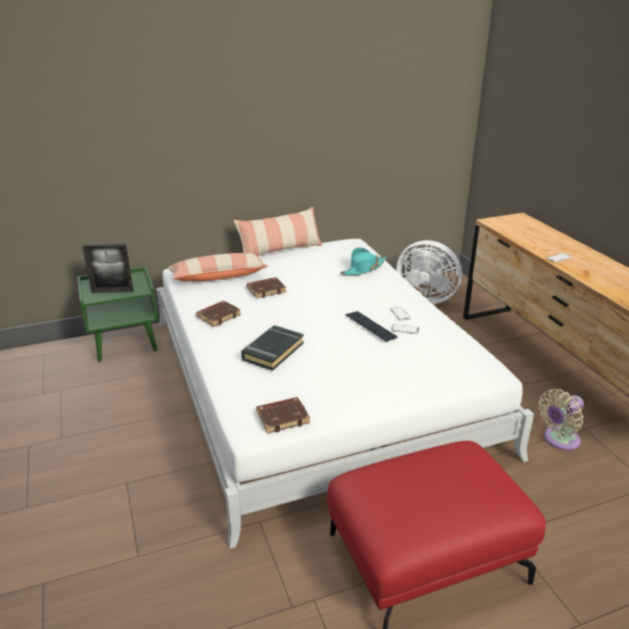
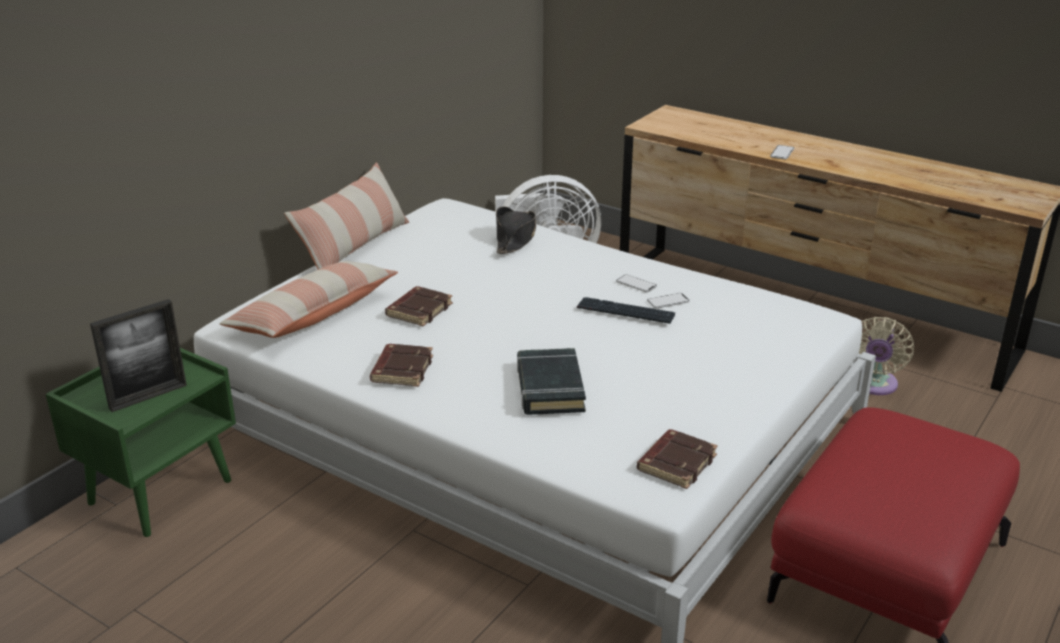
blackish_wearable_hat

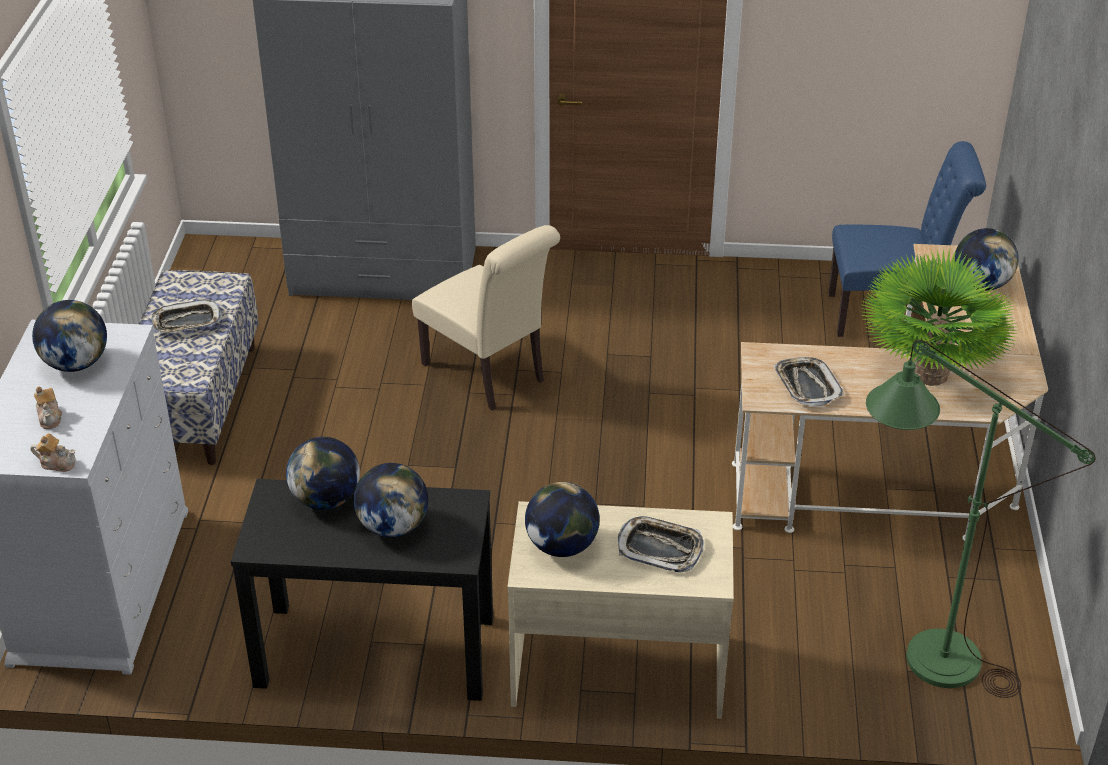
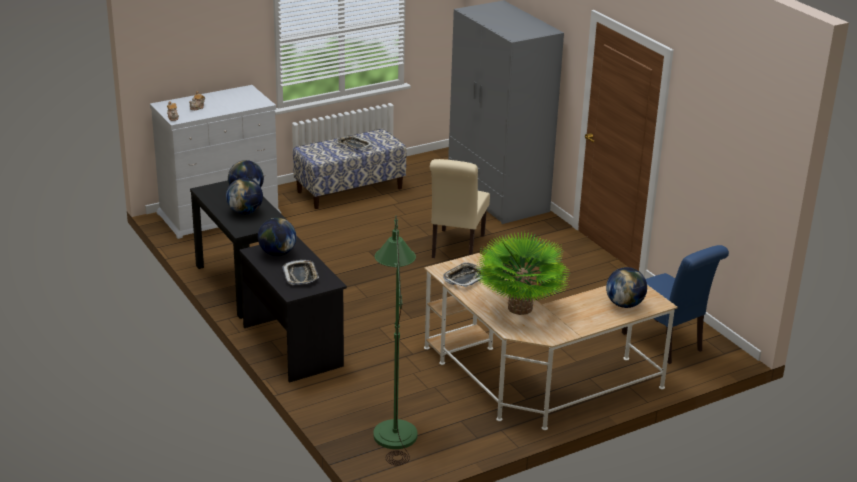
world_globe (no. 1 from left in the first image)
blackish_desk_unit

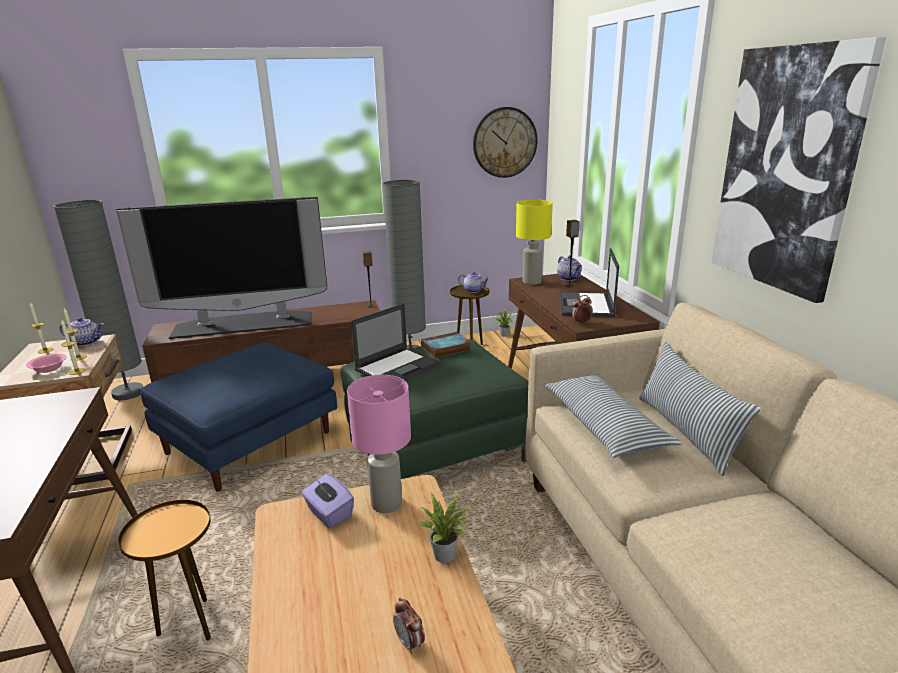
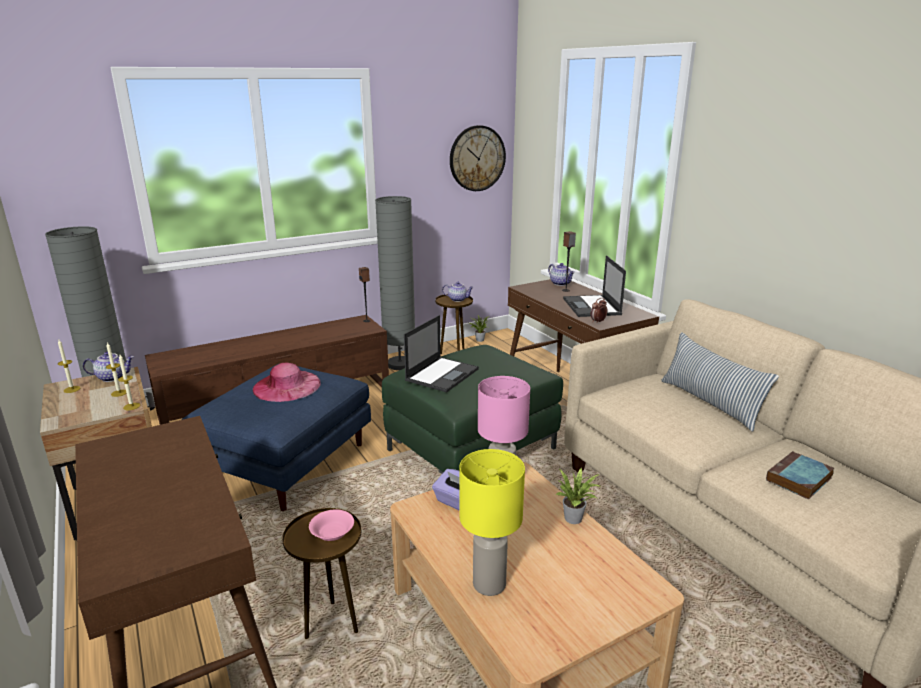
wall_art
TV
yellow_table_lamp
bound_book
pink-coloured_serving_bowl
pillow (no. 1 from left in the first image)
bedside_clock (no. 1 from left in the first image)
pink-coloured_wearable_hat

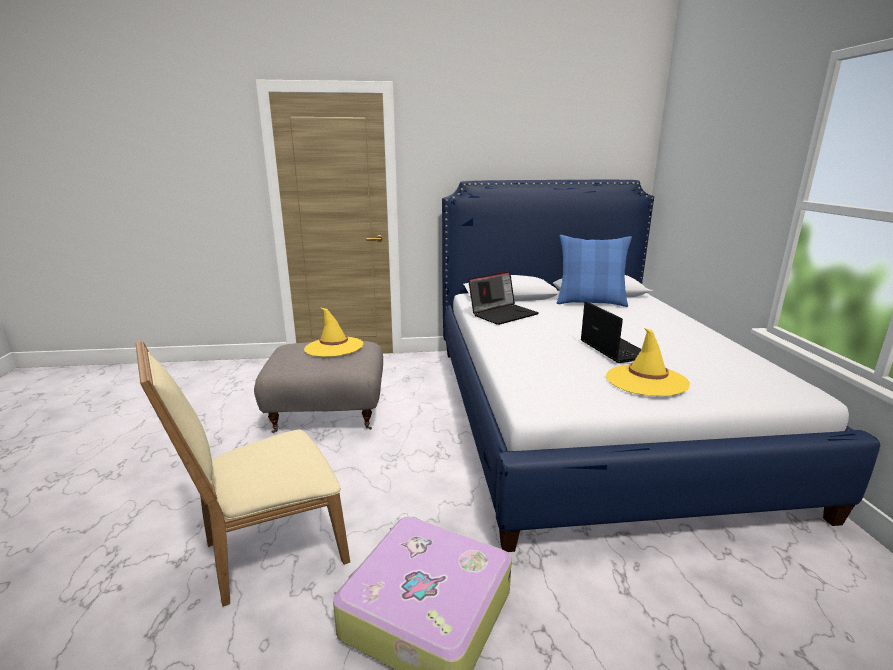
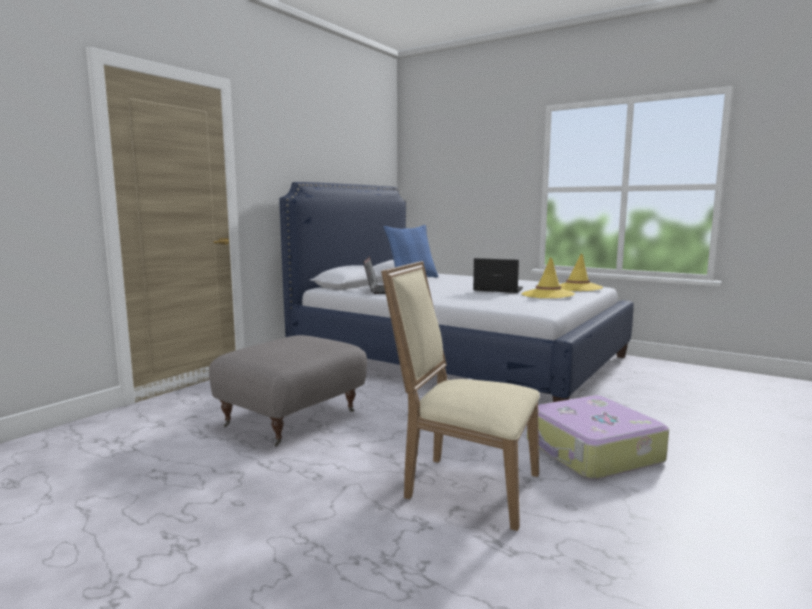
yellow_wearable_hat (no. 2 from left)
beige-coloured_plain_chair

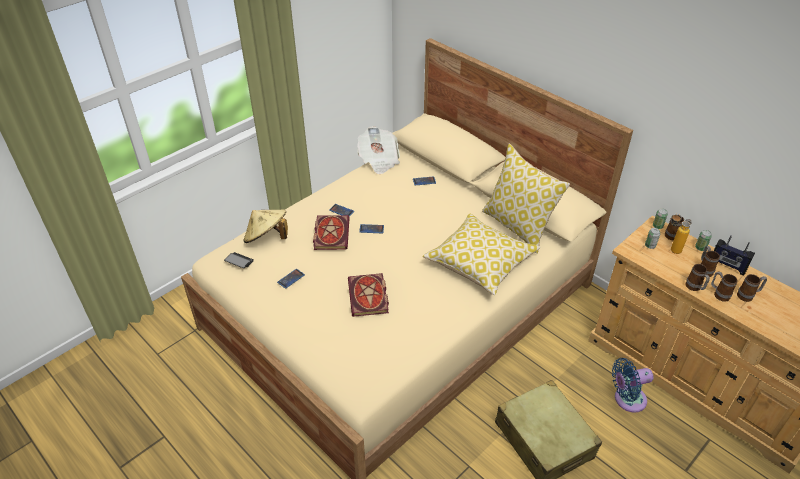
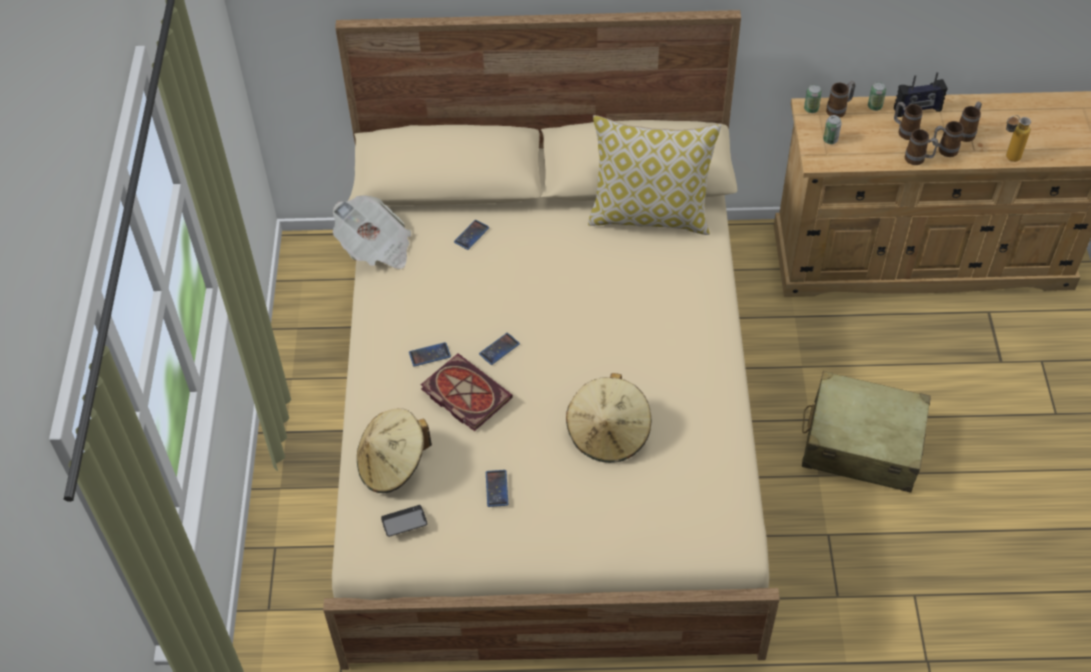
pillow (no. 1 from left in the first image)
beverage_bottle
beige-coloured_wearable_hat (no. 2 from left)
blue_cooling_fan

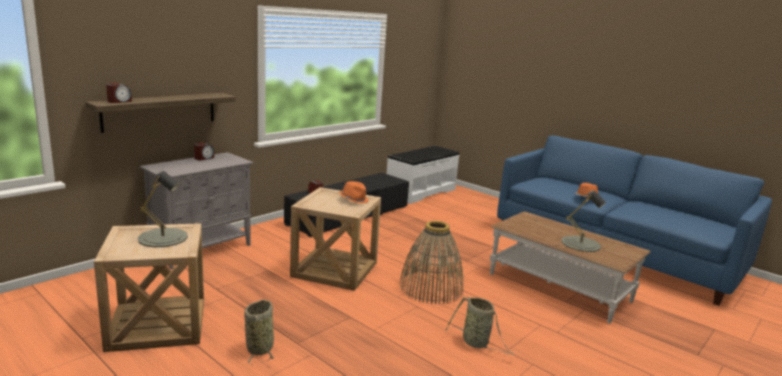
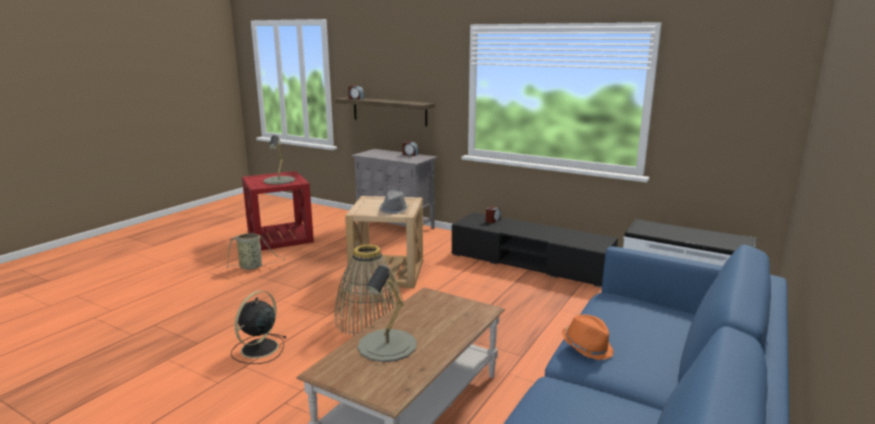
greyish_wearable_hat
reddish_end_table
blackish_cooling_fan

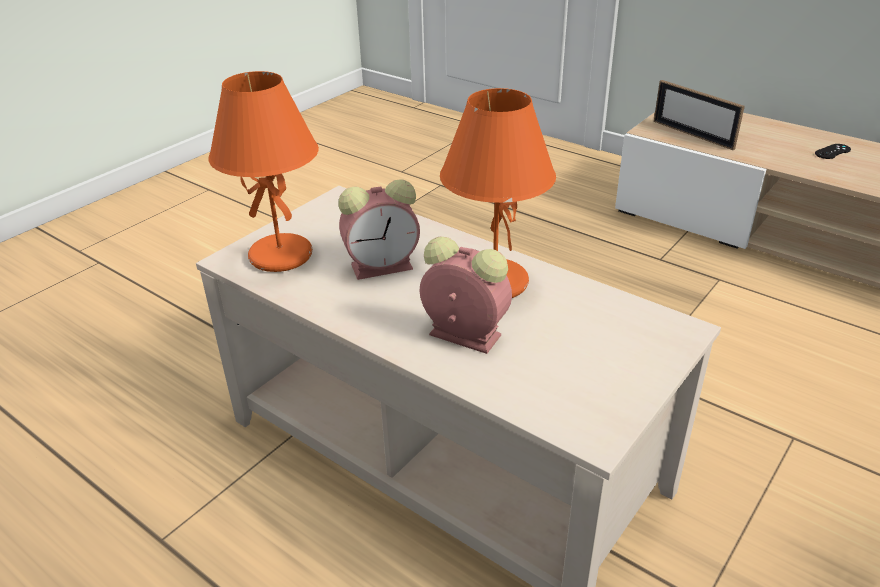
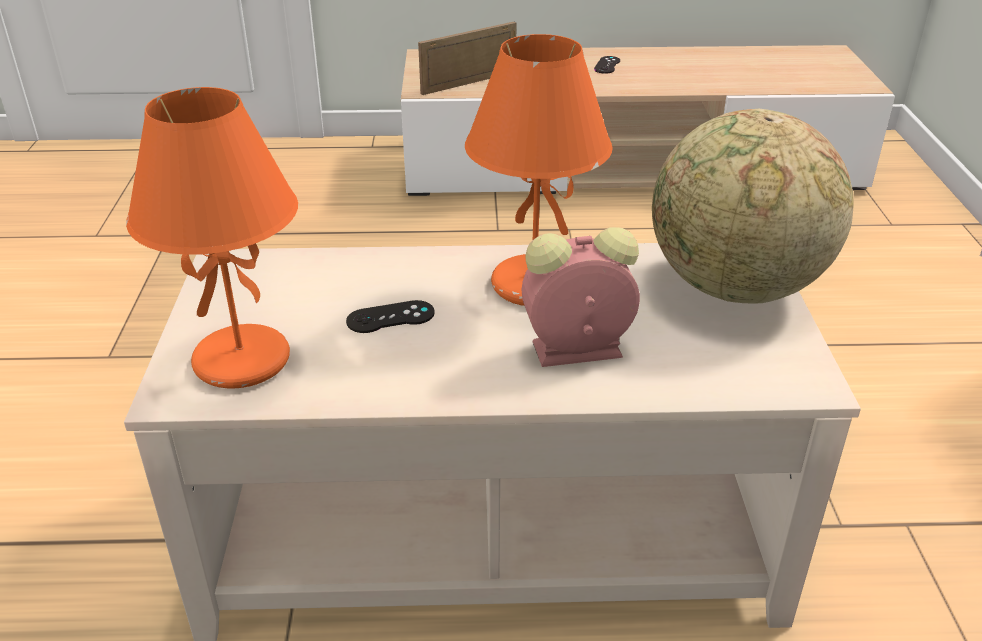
photo_frame
blackish_gamepad (no. 1 from left)
world_globe

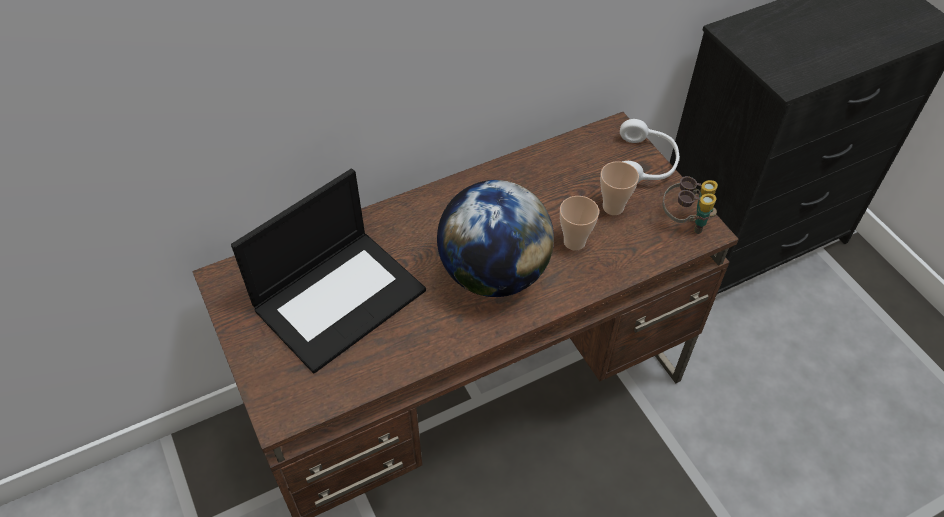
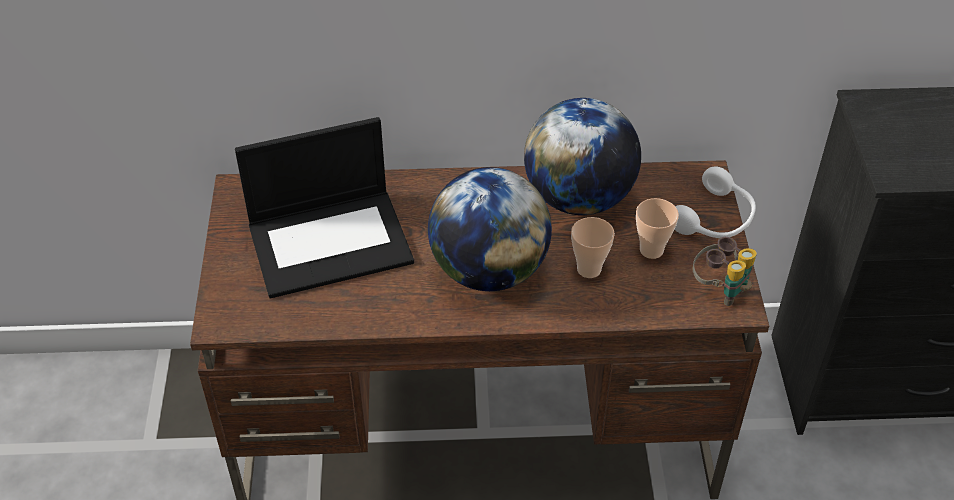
world_globe (no. 2 from left)

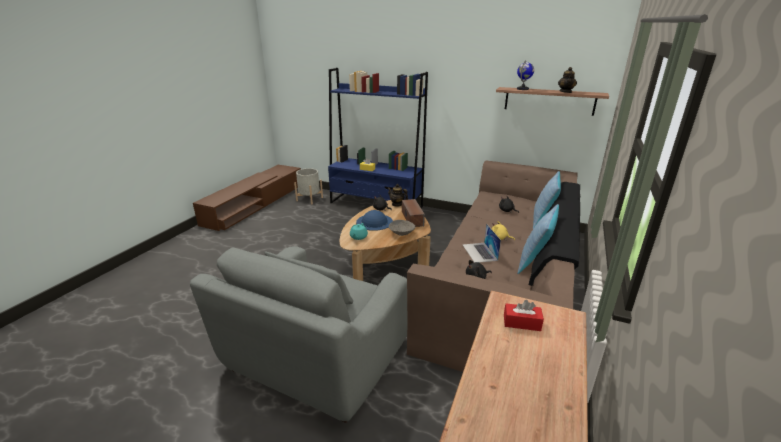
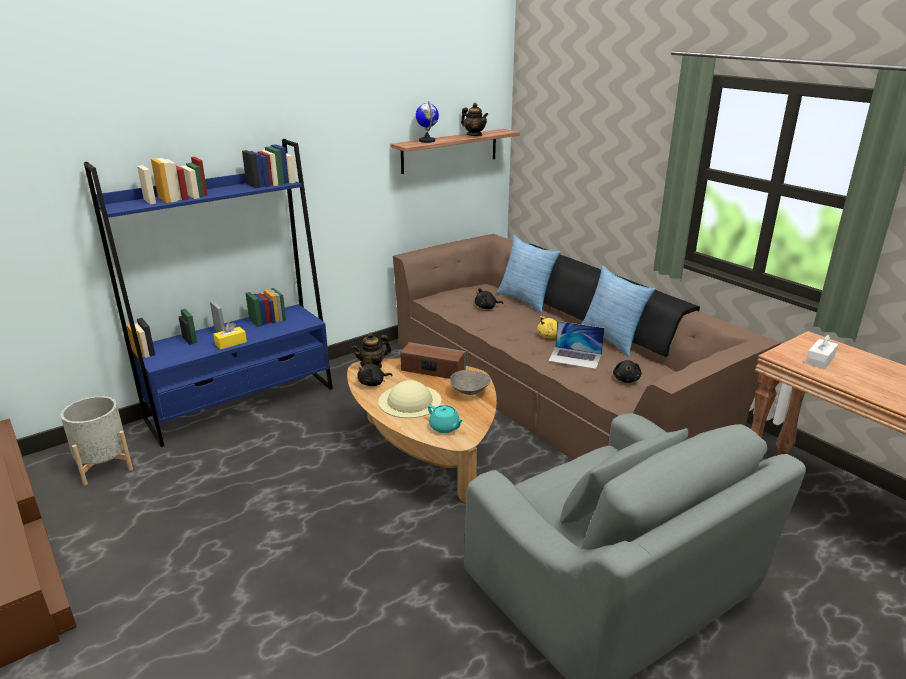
beige-coloured_wearable_hat
whitish_tissue_box

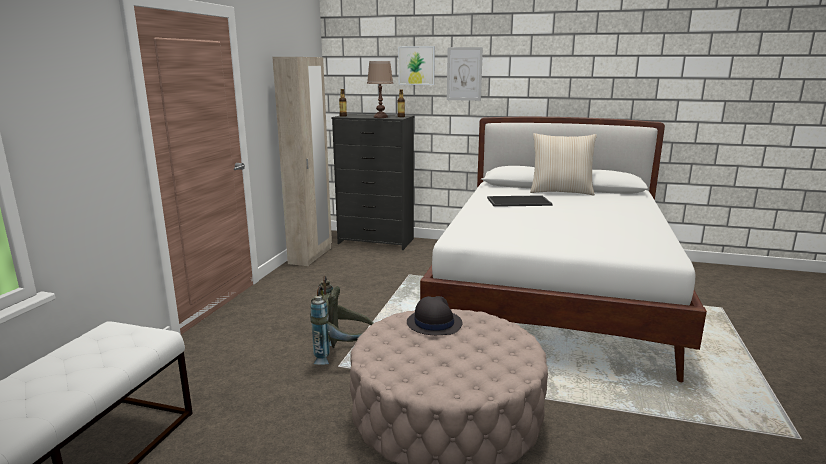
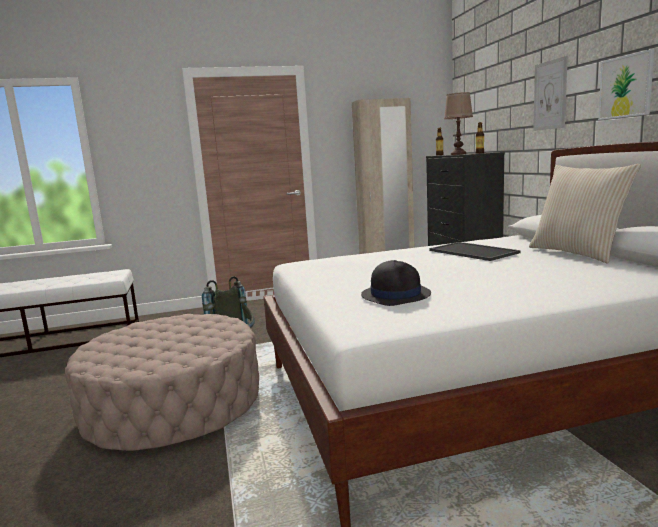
wall_art (no. 2 from left)
blackish_wearable_hat

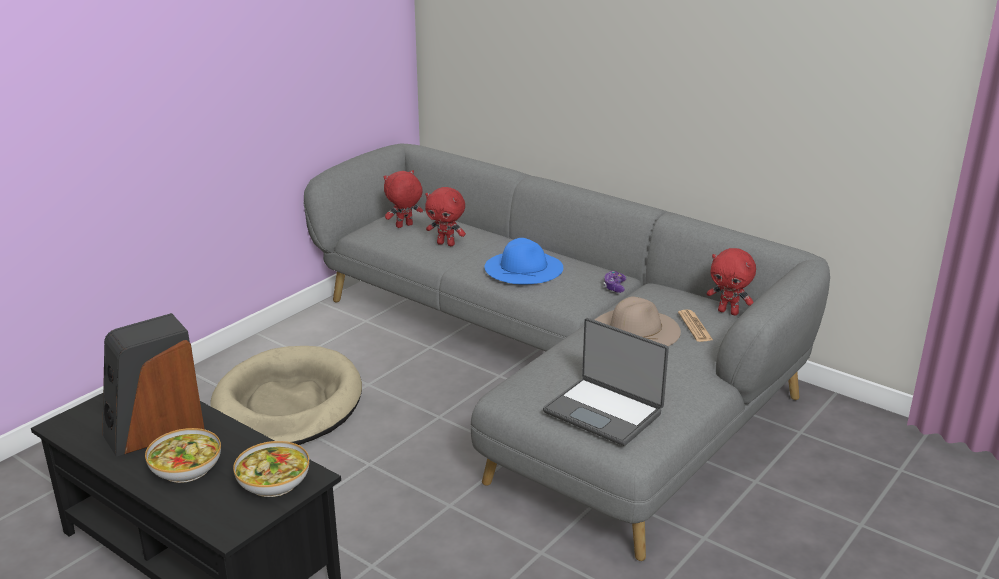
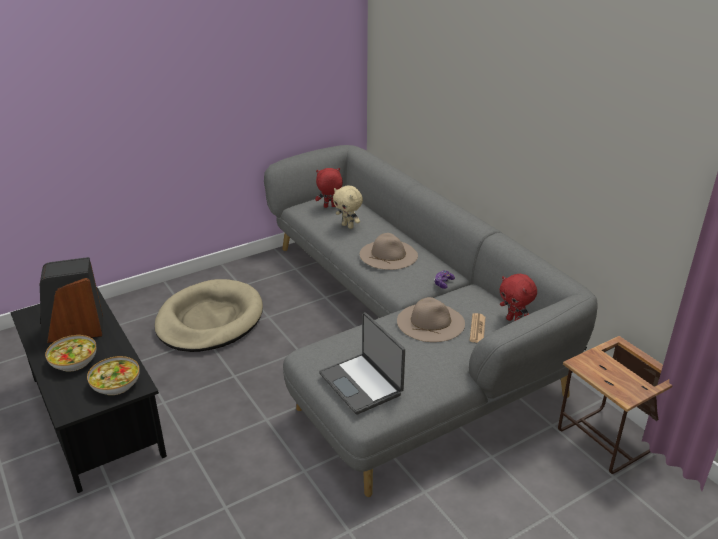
beige-coloured_plush_toy
beige-coloured_wearable_hat (no. 1 from left)
end_table

